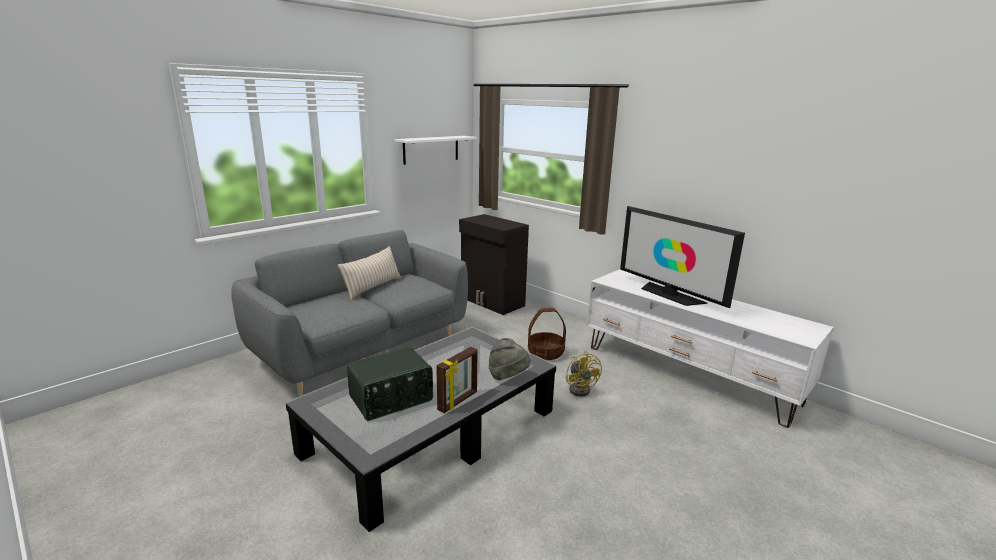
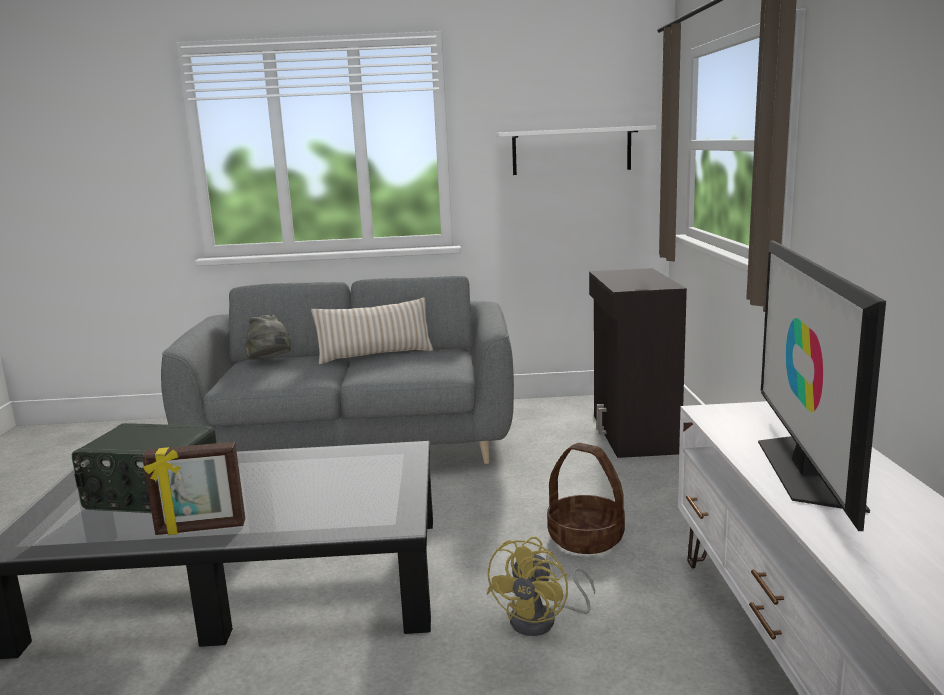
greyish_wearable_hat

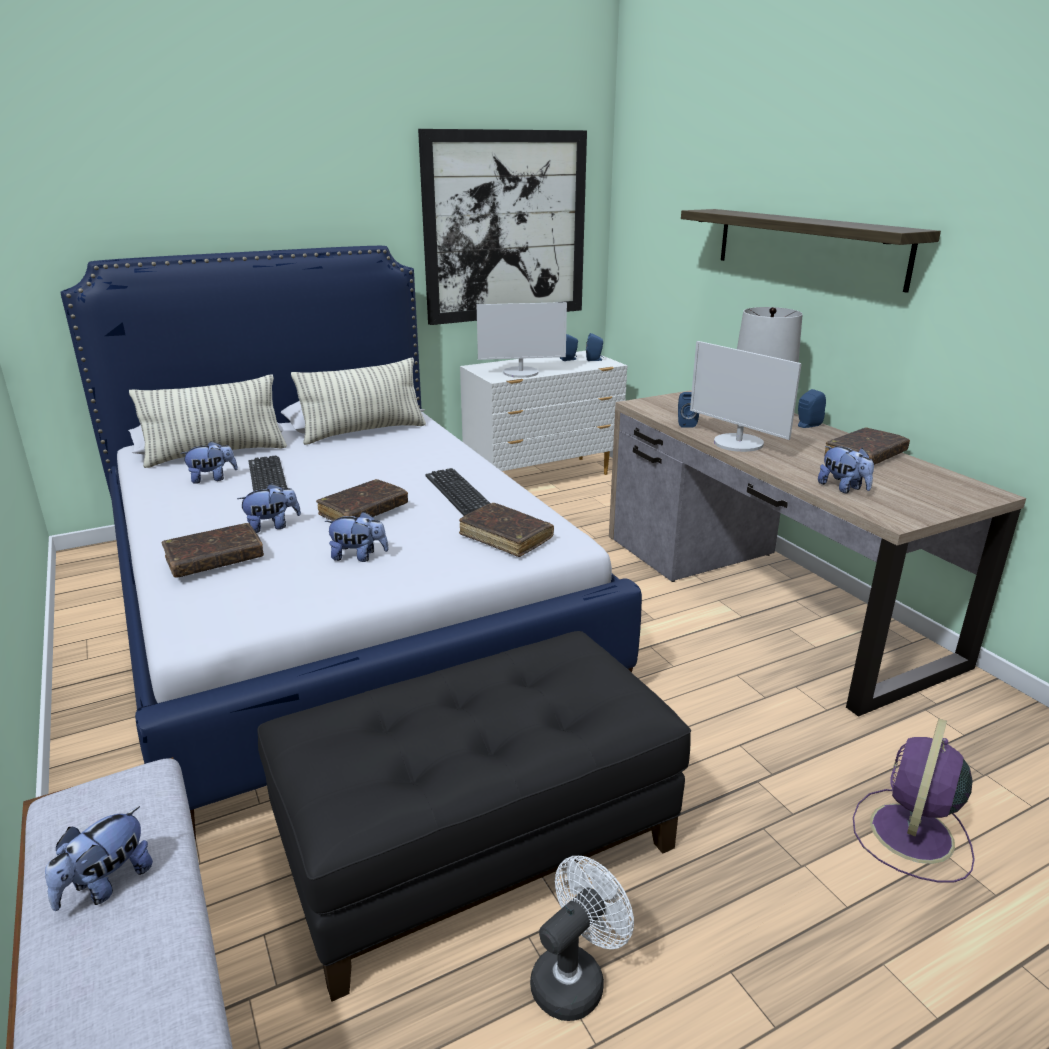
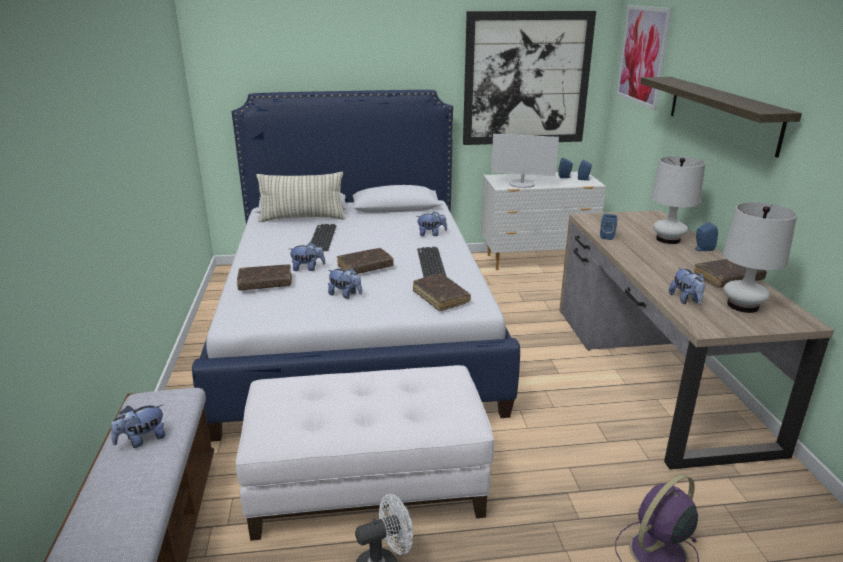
monitor (no. 2 from left in the first image)
pillow (no. 2 from left in the first image)
plush_toy (no. 4 from left)
whitish_pouffe
wall_art (no. 2 from left)
whitish_table_lamp (no. 2 from left)

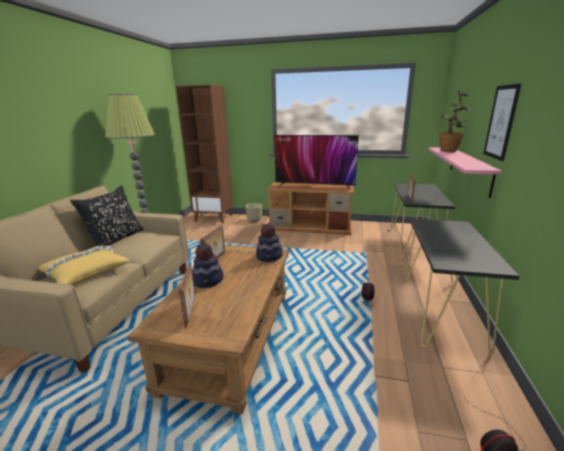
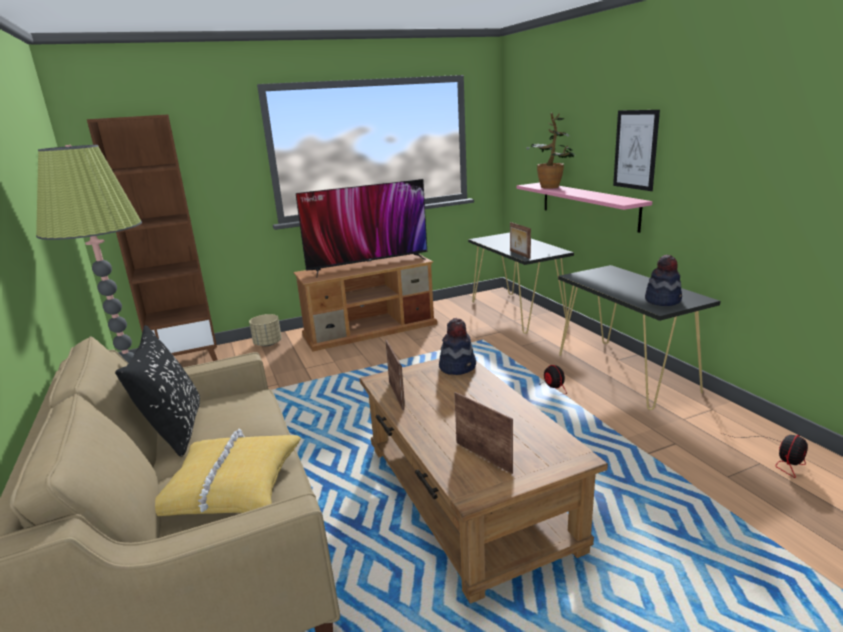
wearable_hat (no. 2 from left)

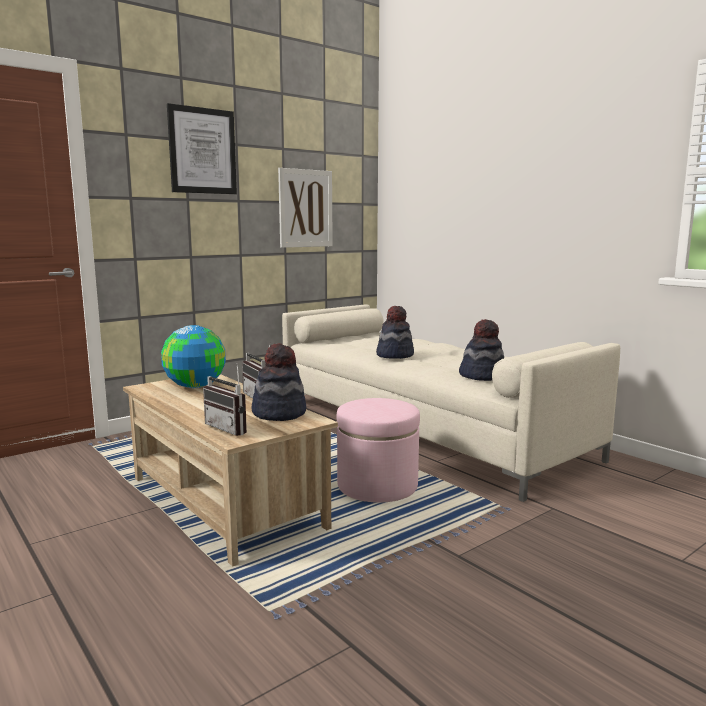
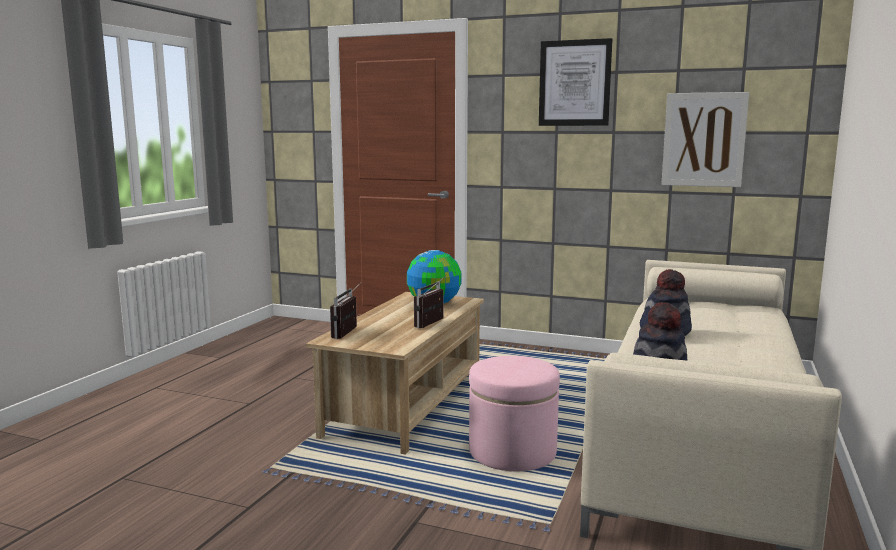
wearable_hat (no. 1 from left in the first image)

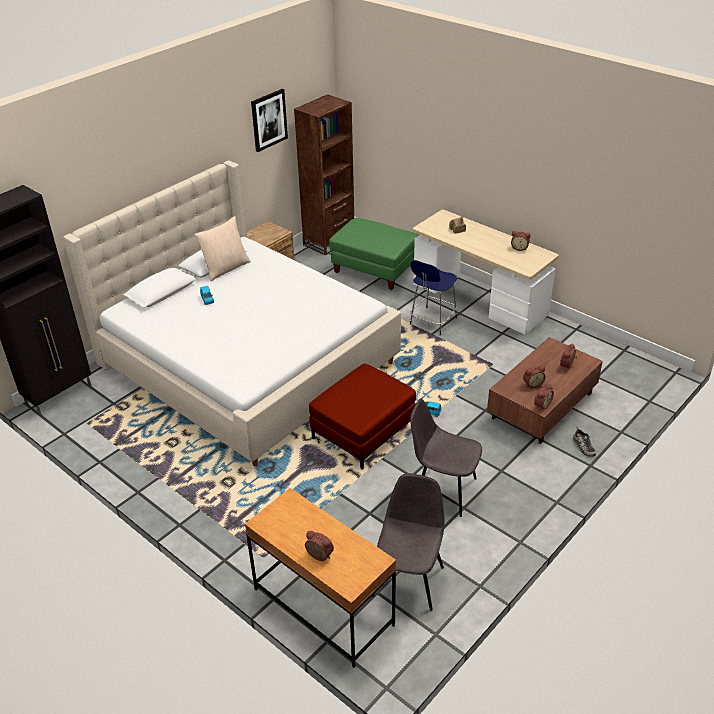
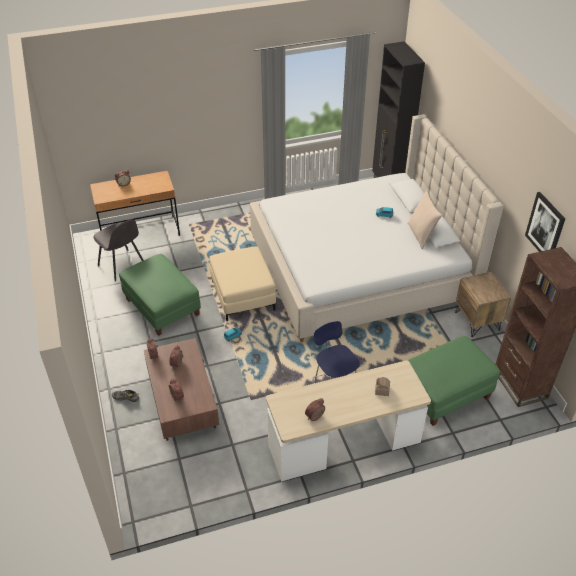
beige-coloured_pouffe
greenish_pouffe (no. 1 from left)

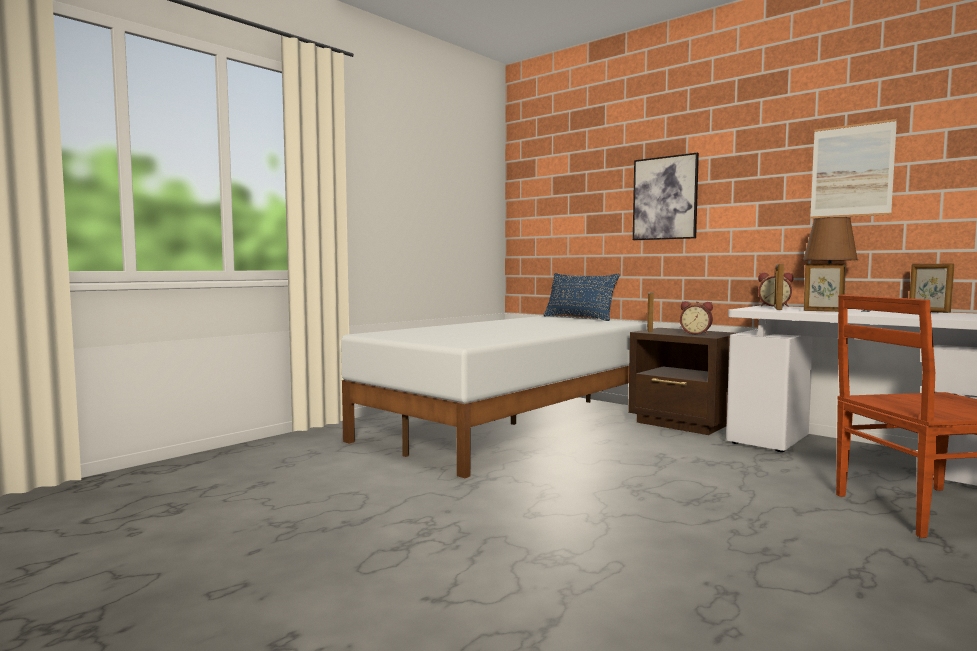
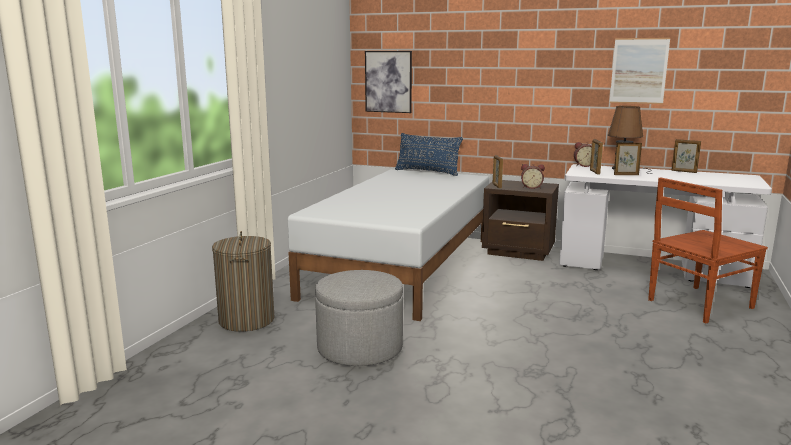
wall_art (no. 1 from left)
washing_basket
greyish_pouffe

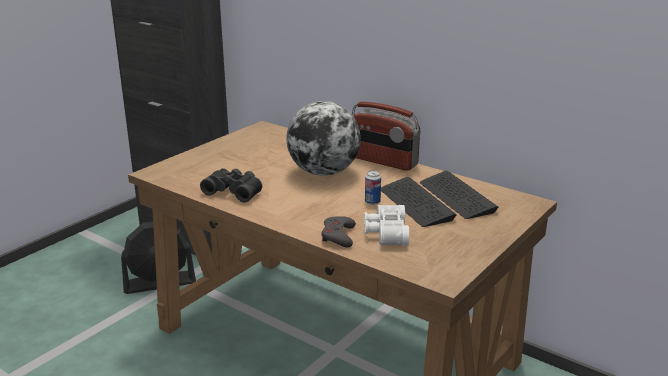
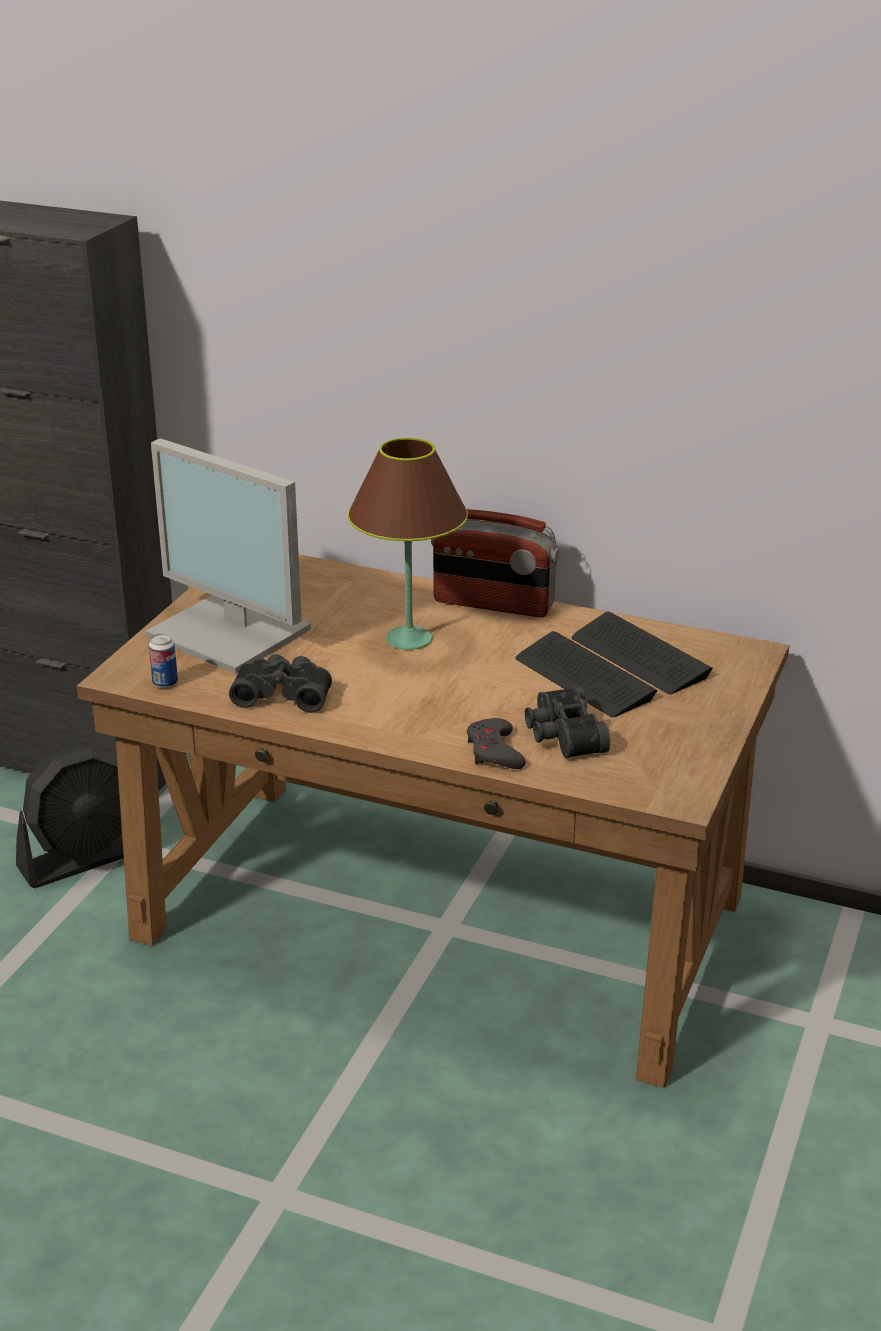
brown_table_lamp
sealed_can
blackish_binoculars (no. 2 from left)
monitor

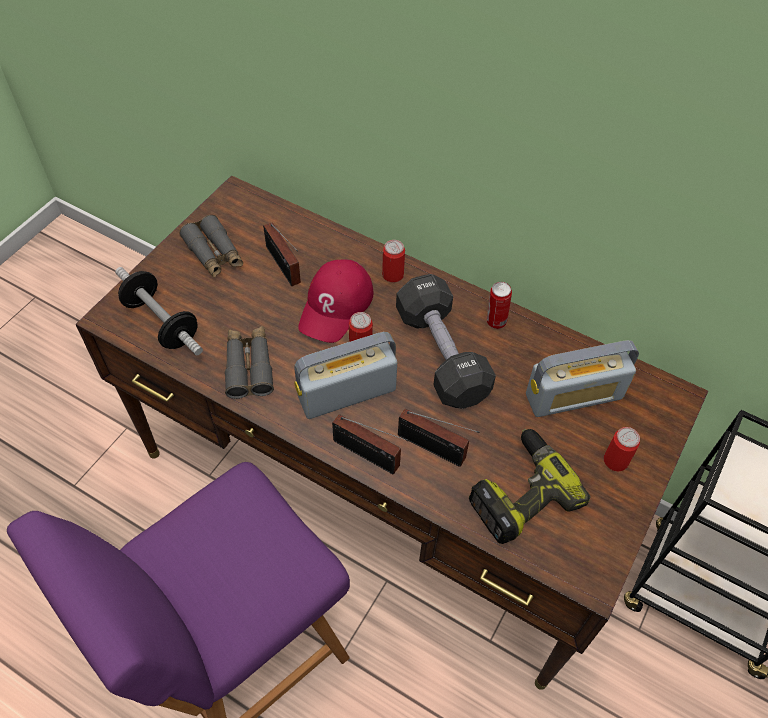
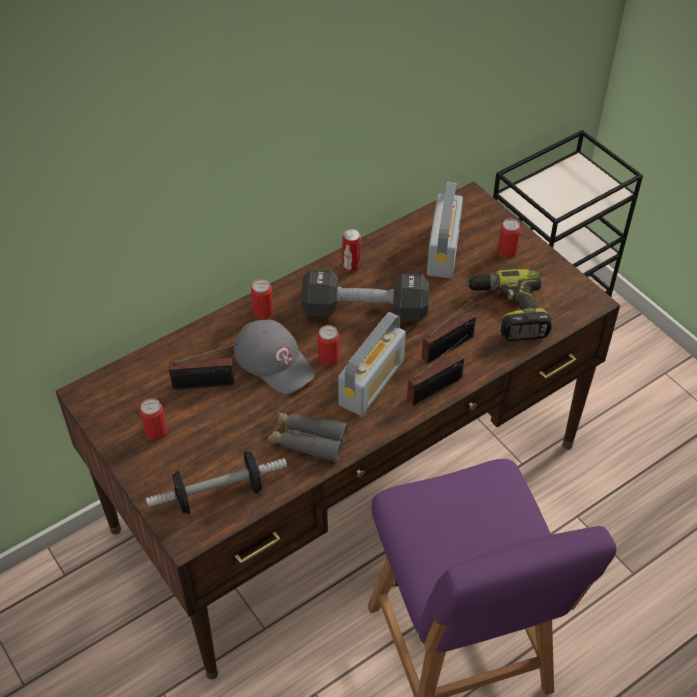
sealed_can (no. 1 from left)
greyish_peaked_cap
radio_receiver (no. 2 from left)

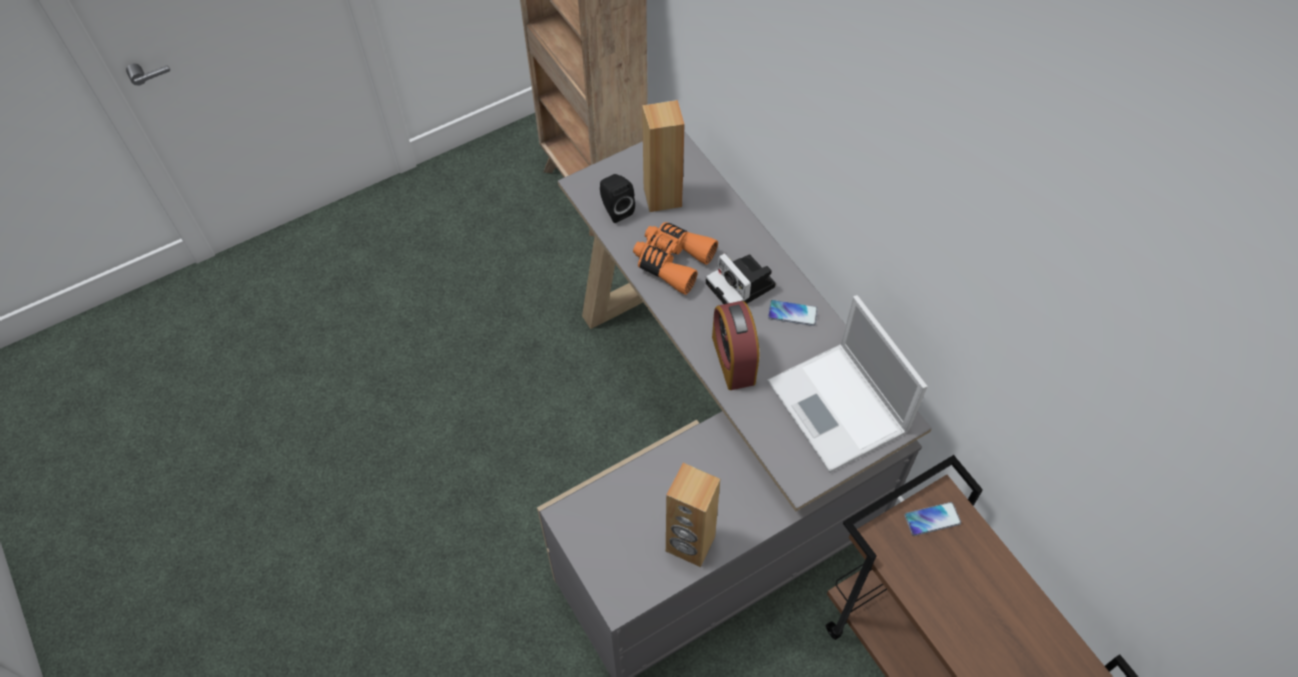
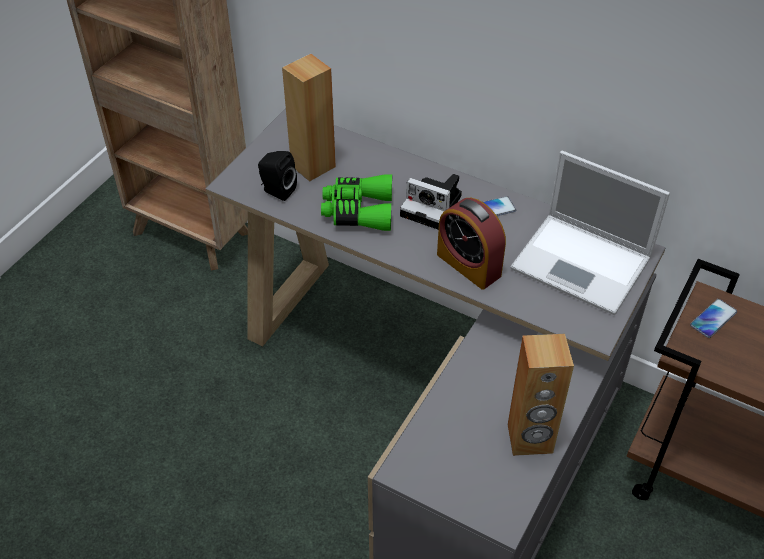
greenish_binoculars

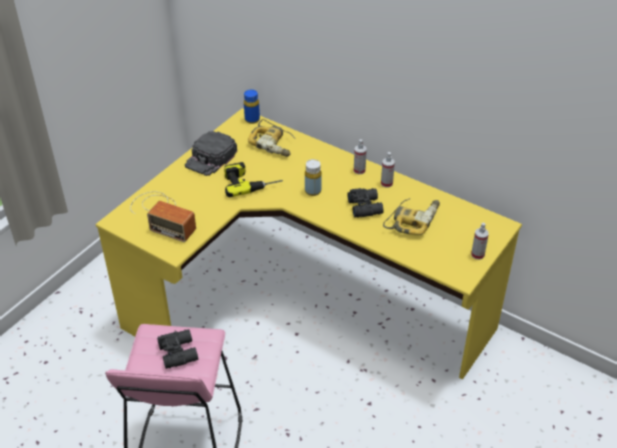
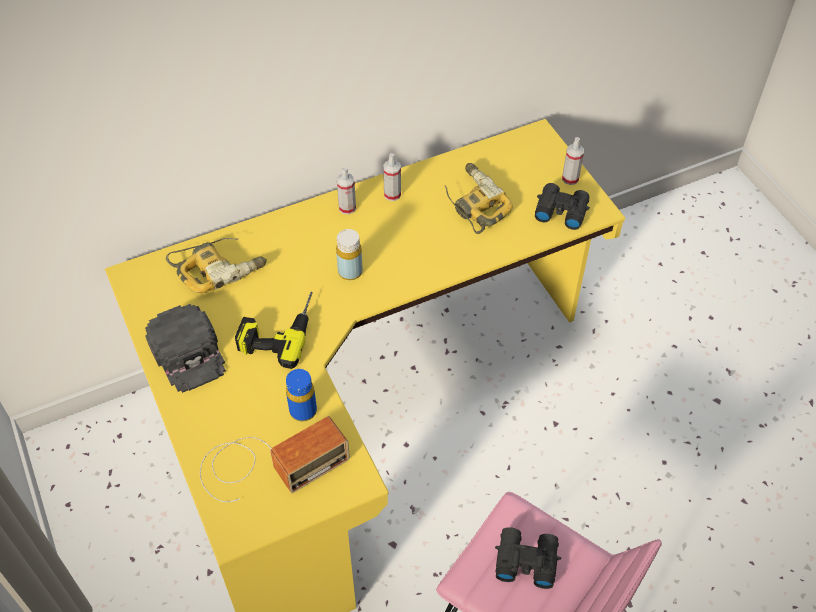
blue_beverage_bottle
blackish_binoculars (no. 2 from left)

